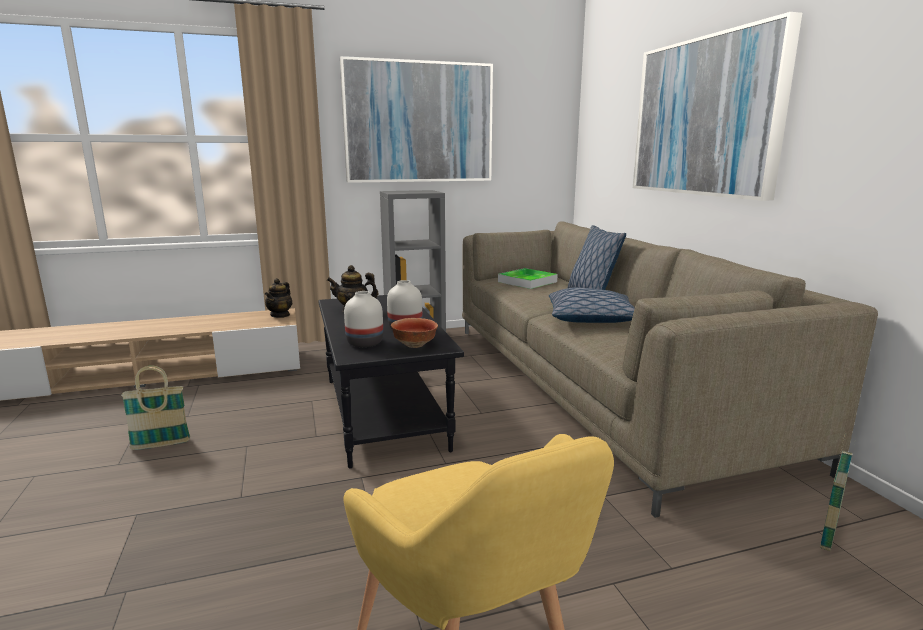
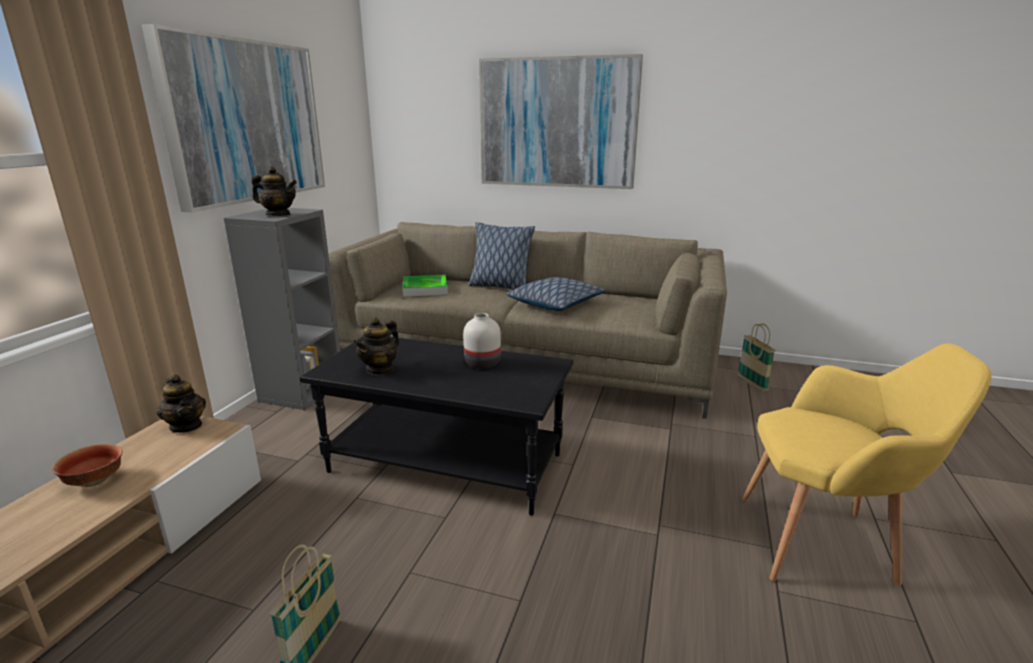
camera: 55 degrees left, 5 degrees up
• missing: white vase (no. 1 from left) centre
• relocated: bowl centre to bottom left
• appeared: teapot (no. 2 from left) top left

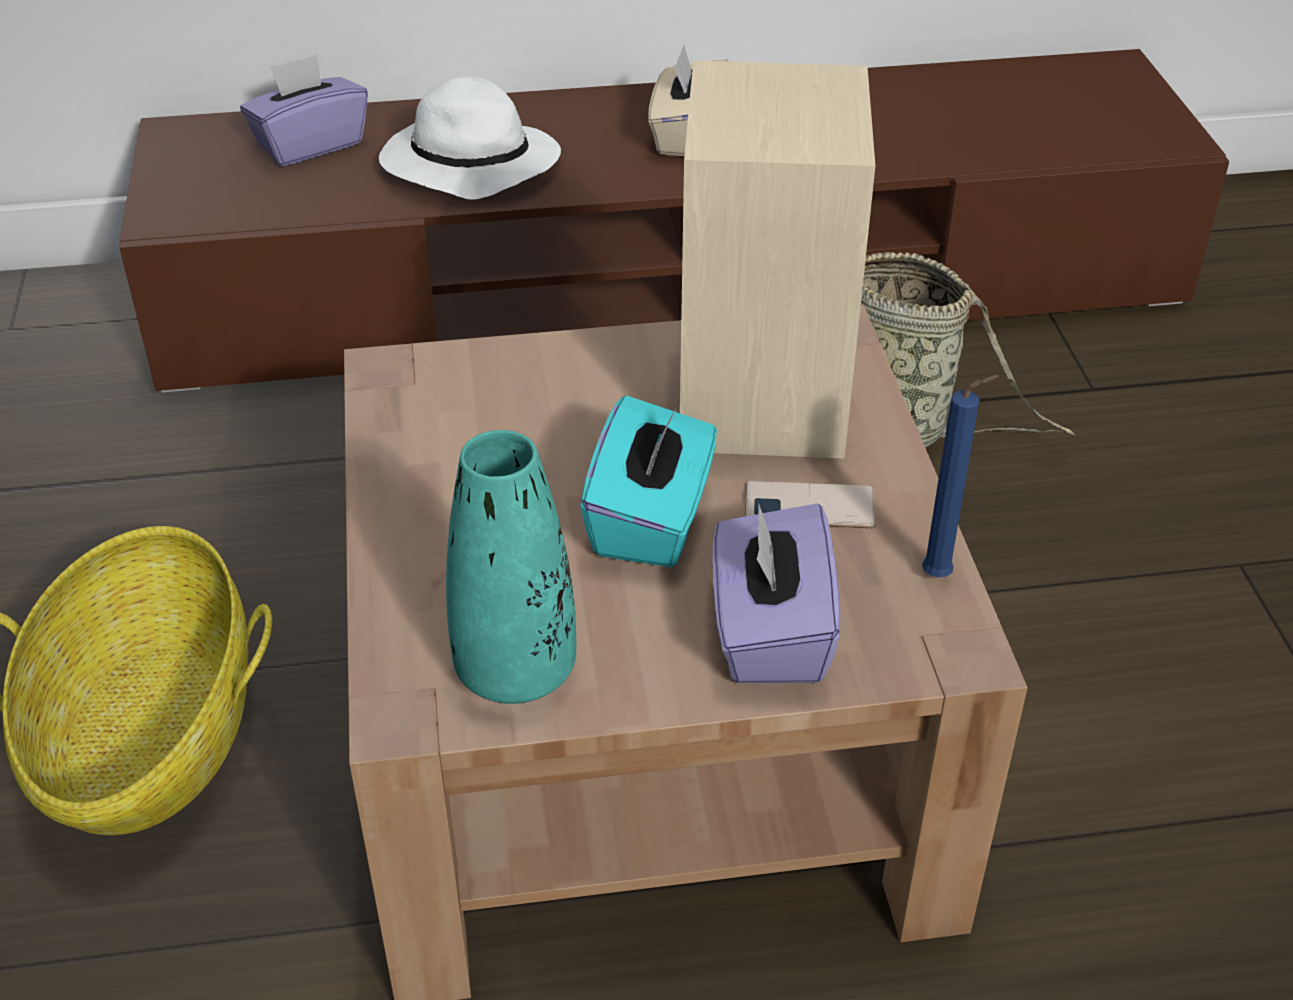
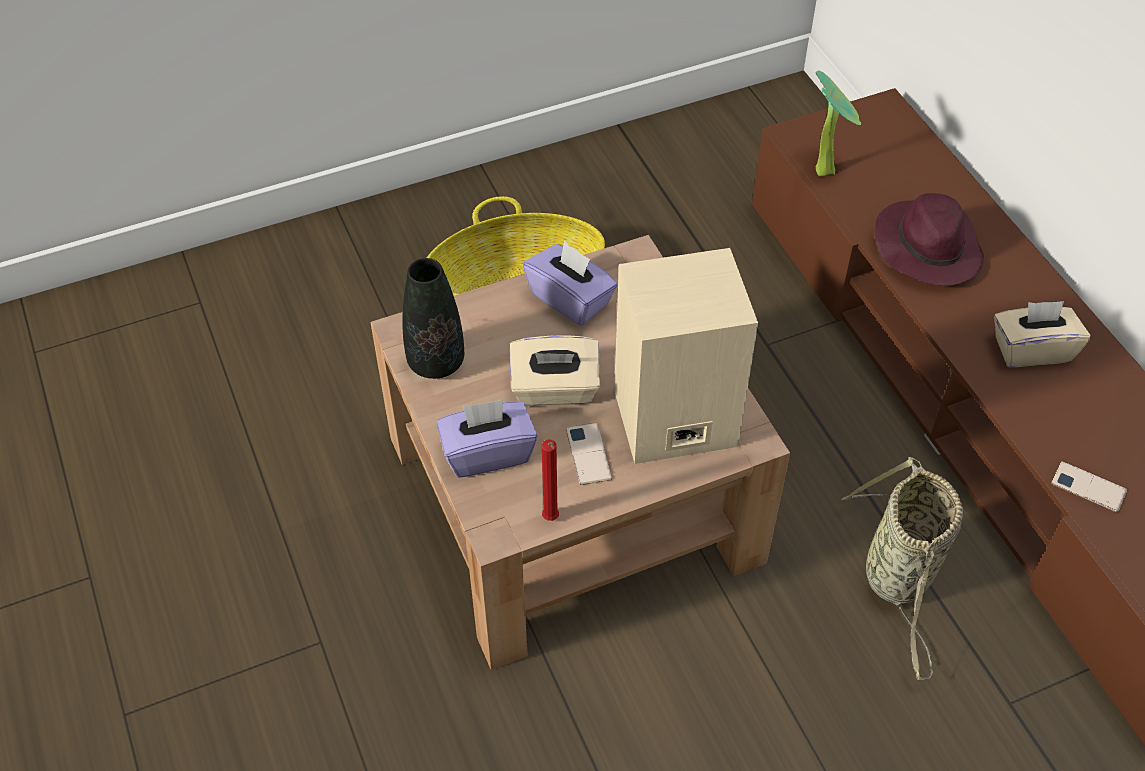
camera: 75 degrees right, 10 degrees up
• relocated: purple tissue box (no. 1 from left in the first image) top left to purple tissue box (no. 2 from left) centre
• colour: white hat top centre to purple hat top right
• colour: turquoise vase centre to black vase centre
• colour: turquoise tissue box centre to beige tissue box (no. 1 from left) centre
• colour: blue candle middle right to red candle centre
• appeared: potted plant top right
• appeared: phone (no. 2 from left) middle right

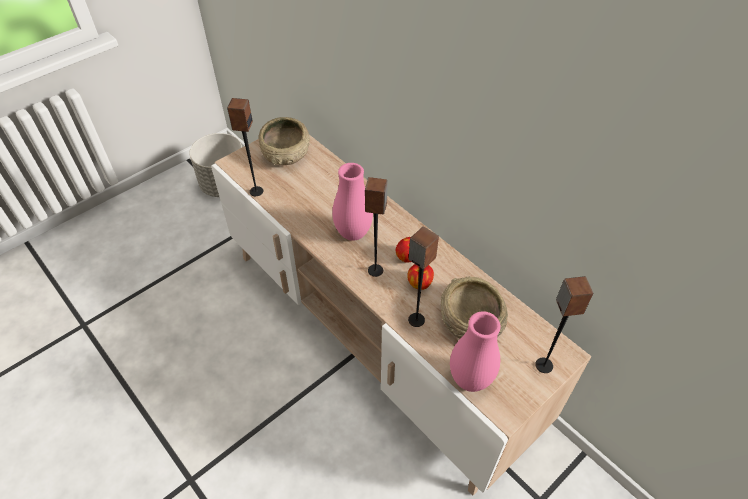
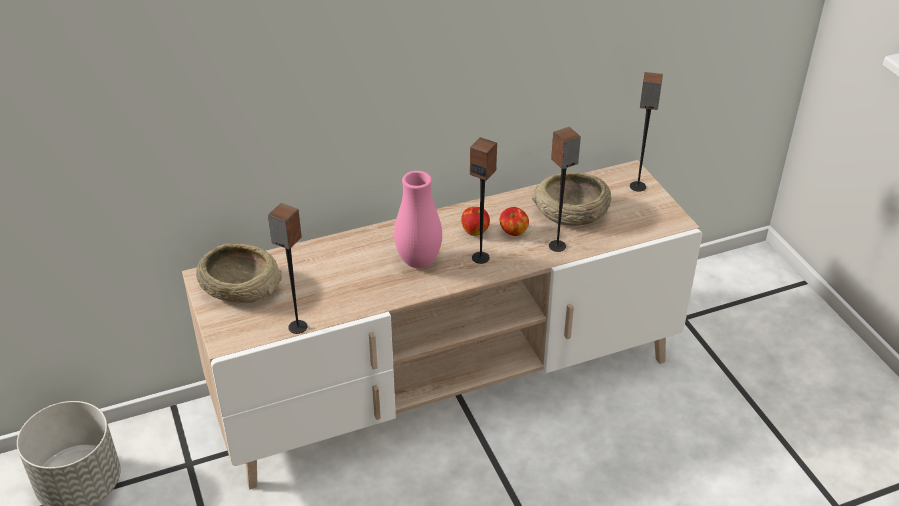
camera: 70 degrees left, 10 degrees down
• missing: pink vase (no. 2 from left) bottom centre

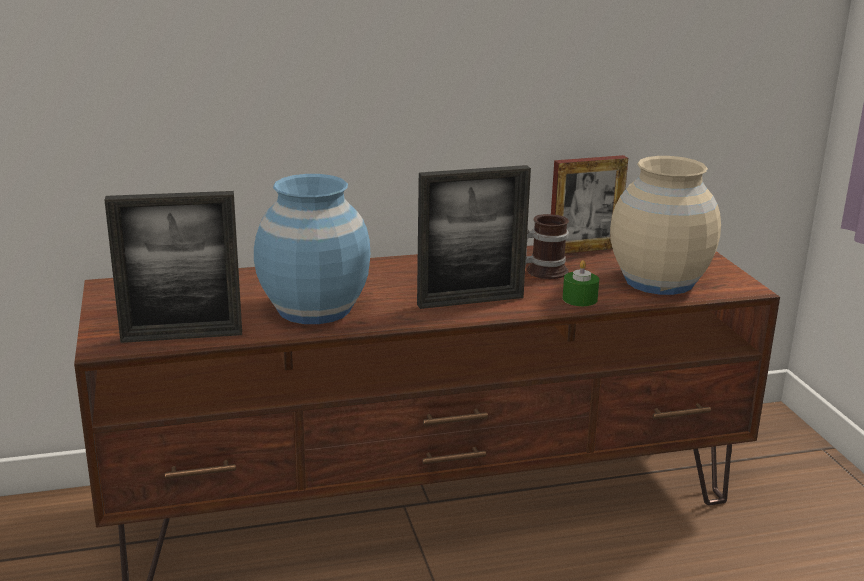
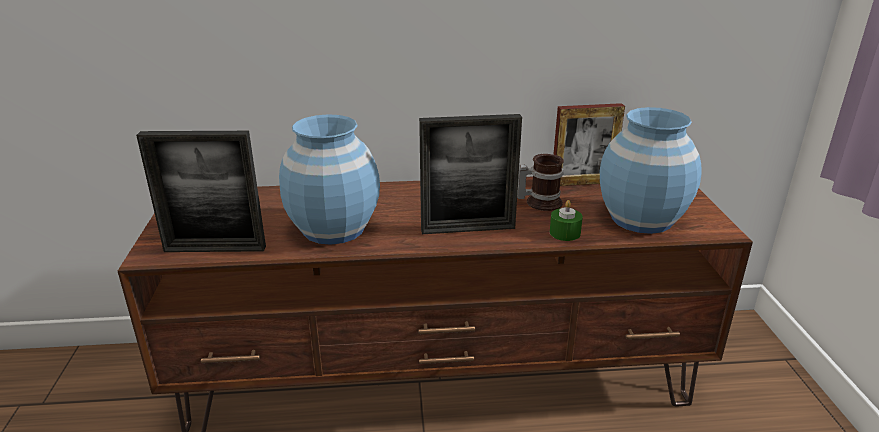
camera: 10 degrees right, 5 degrees up
• colour: beige vase middle right to blue vase (no. 2 from left) middle right

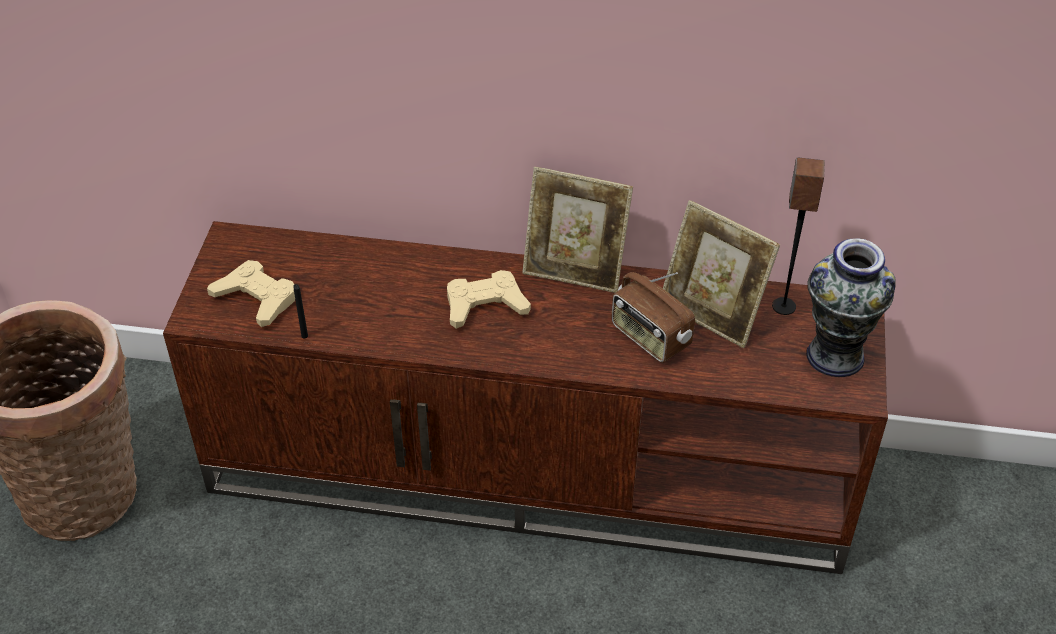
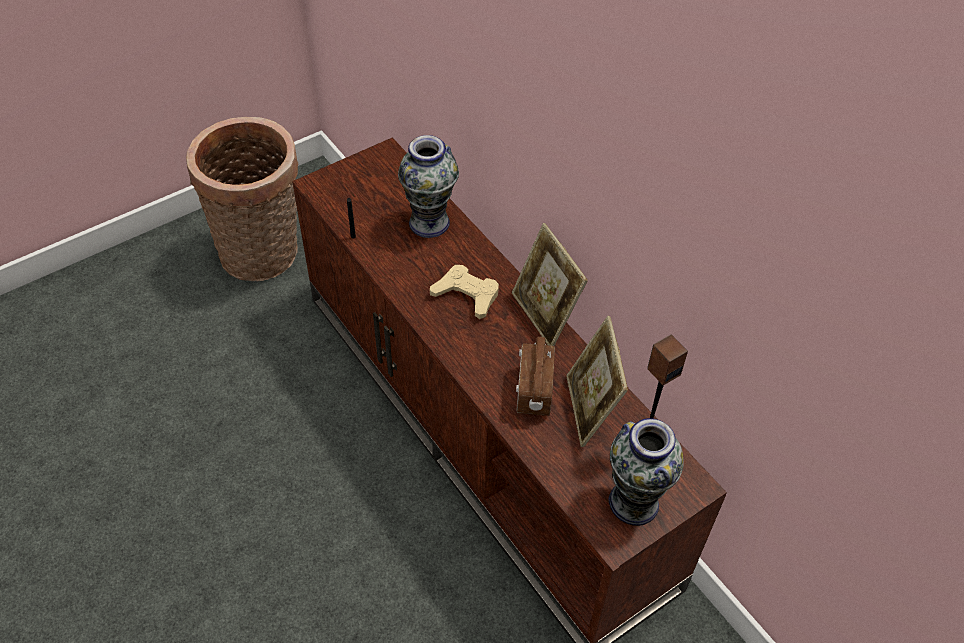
camera: 45 degrees right, 5 degrees up
• missing: beige game controller (no. 1 from left) middle left
• appeared: vase (no. 1 from left) top centre

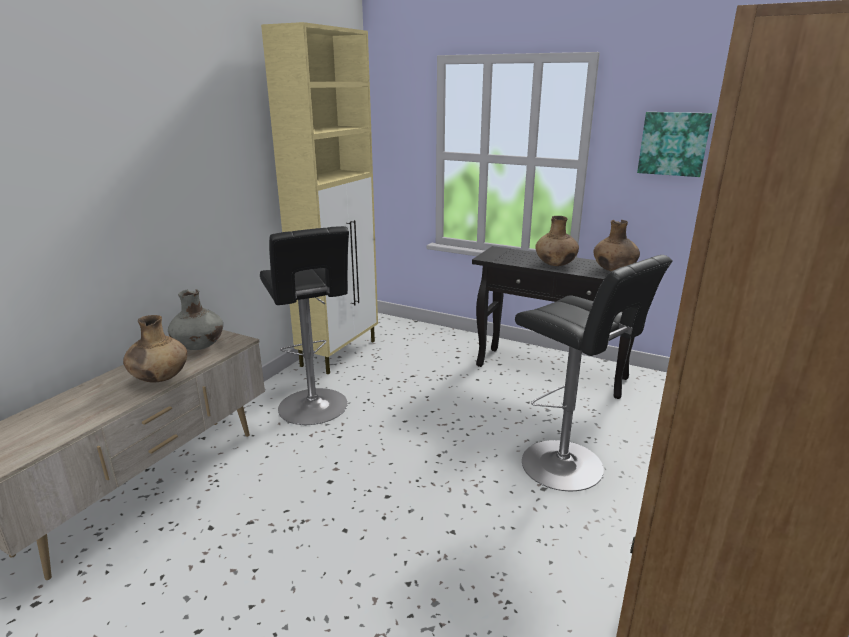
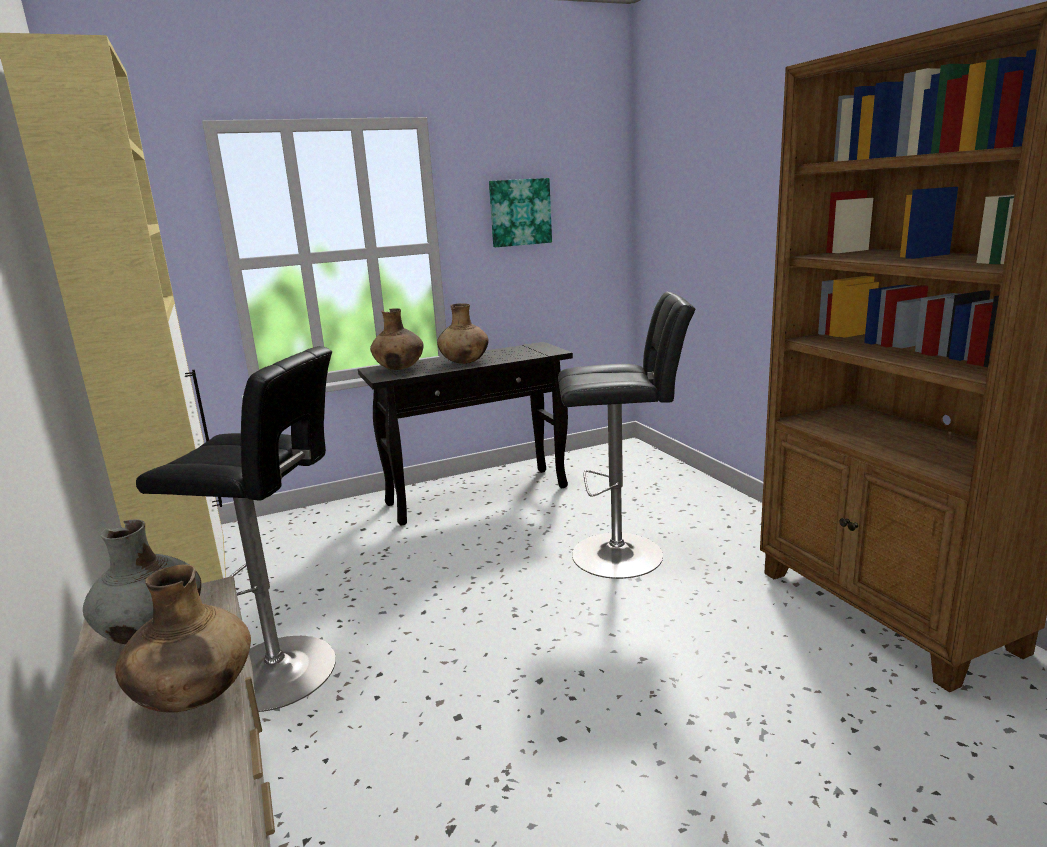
camera: 50 degrees left, 5 degrees down
• relocated: brown vase (no. 3 from left in the first image) middle right to brown vase (no. 2 from left) centre

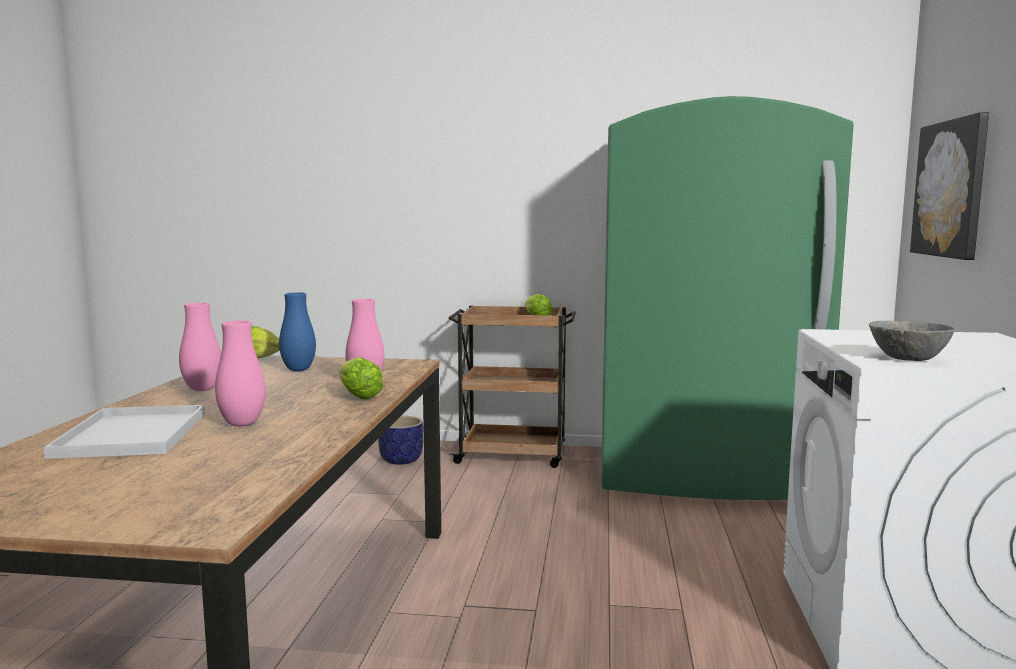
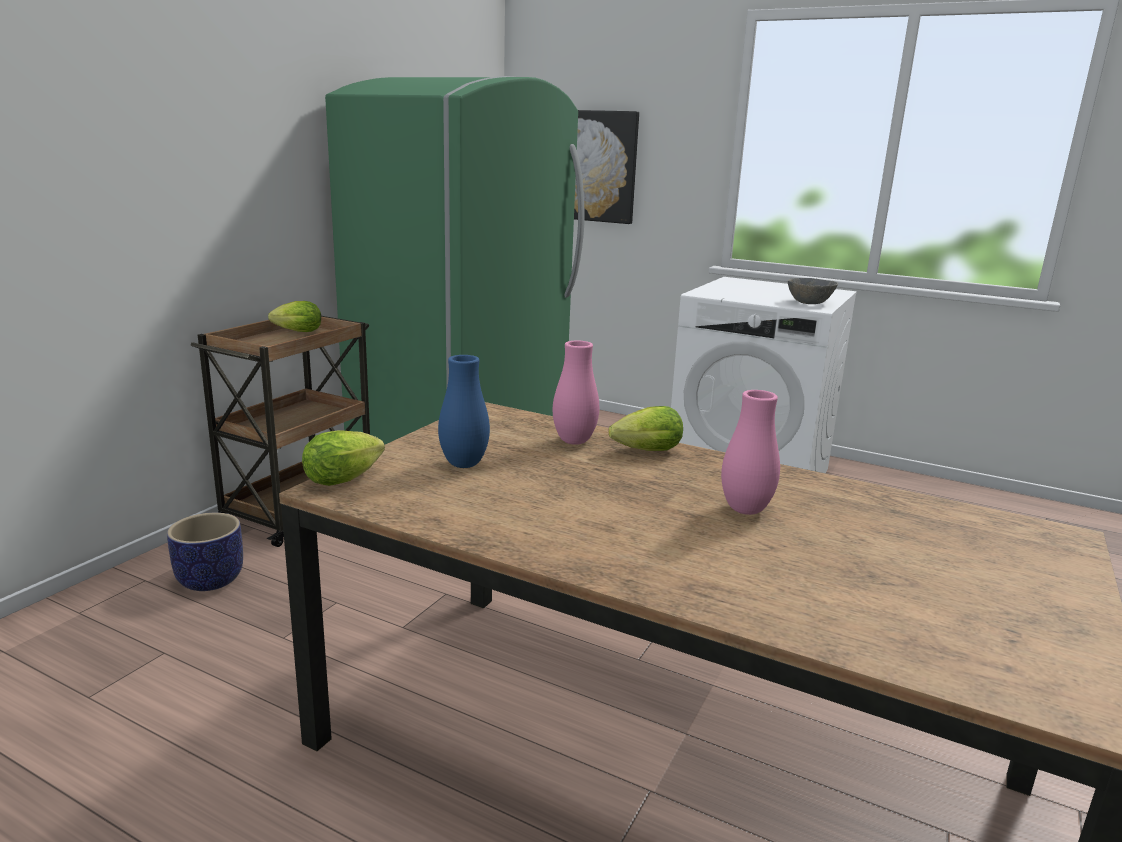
camera: 70 degrees left, 10 degrees up
• missing: white tray middle left
• missing: pink vase (no. 1 from left) middle left

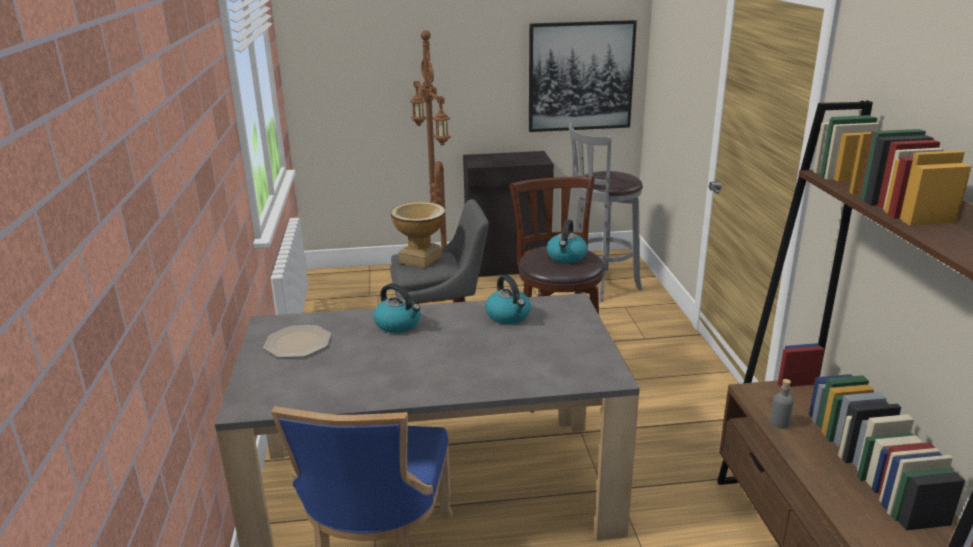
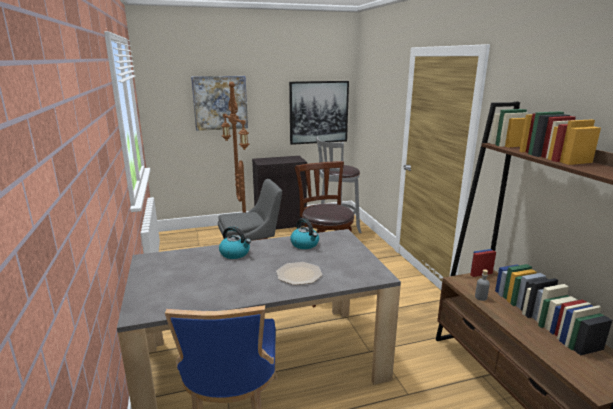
camera: 10 degrees left, 5 degrees down
• relocated: plate middle left to bottom centre
• missing: vase centre
• missing: kettle (no. 3 from left) centre
• appeared: picture (no. 1 from left) top centre

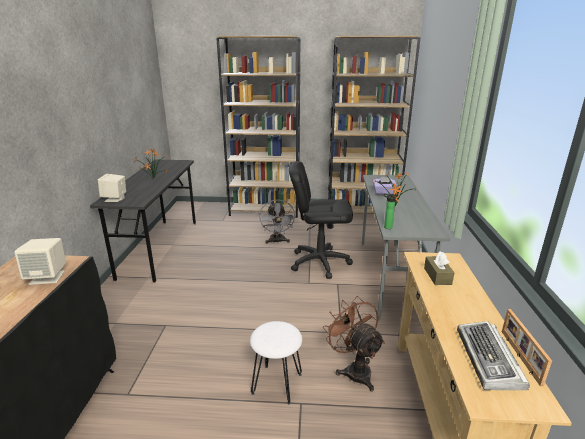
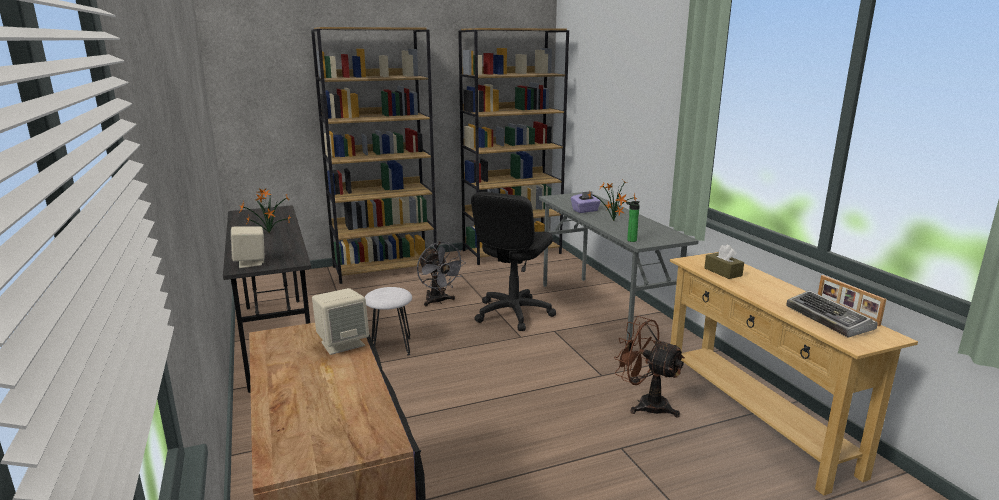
camera: 25 degrees left, 5 degrees down
• relocated: white stool bottom centre to centre
• spun: black office chair centre = centre 45 degrees counterclockwise

